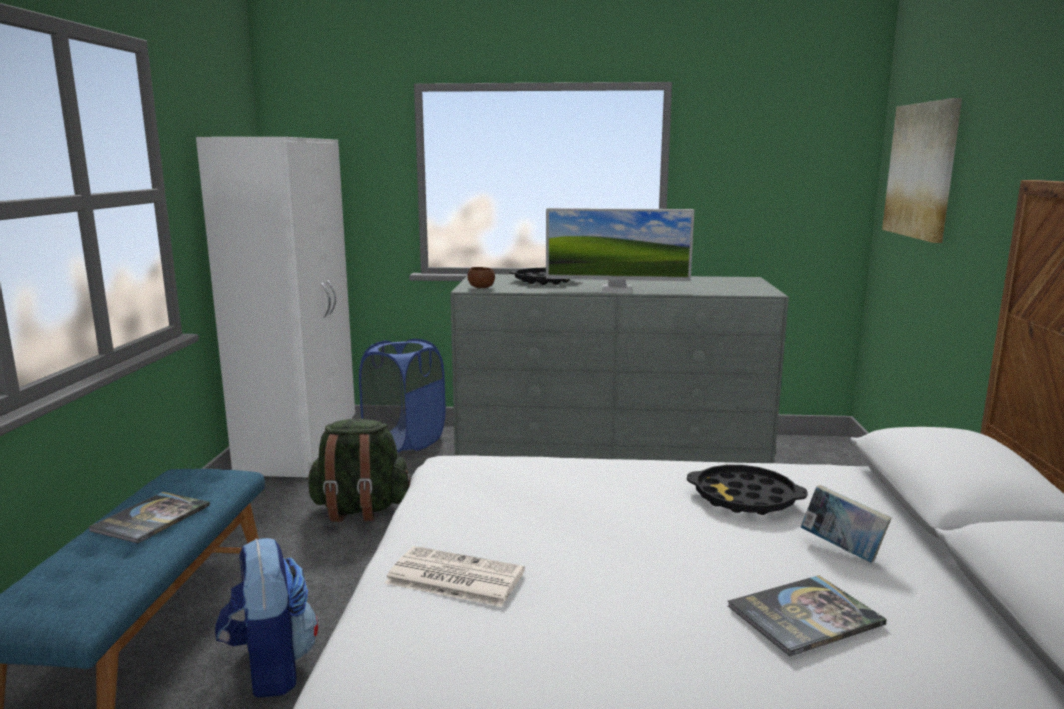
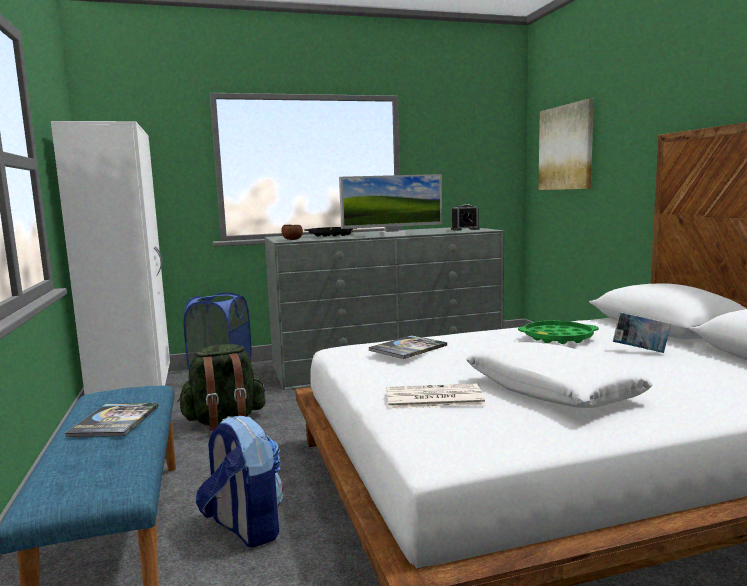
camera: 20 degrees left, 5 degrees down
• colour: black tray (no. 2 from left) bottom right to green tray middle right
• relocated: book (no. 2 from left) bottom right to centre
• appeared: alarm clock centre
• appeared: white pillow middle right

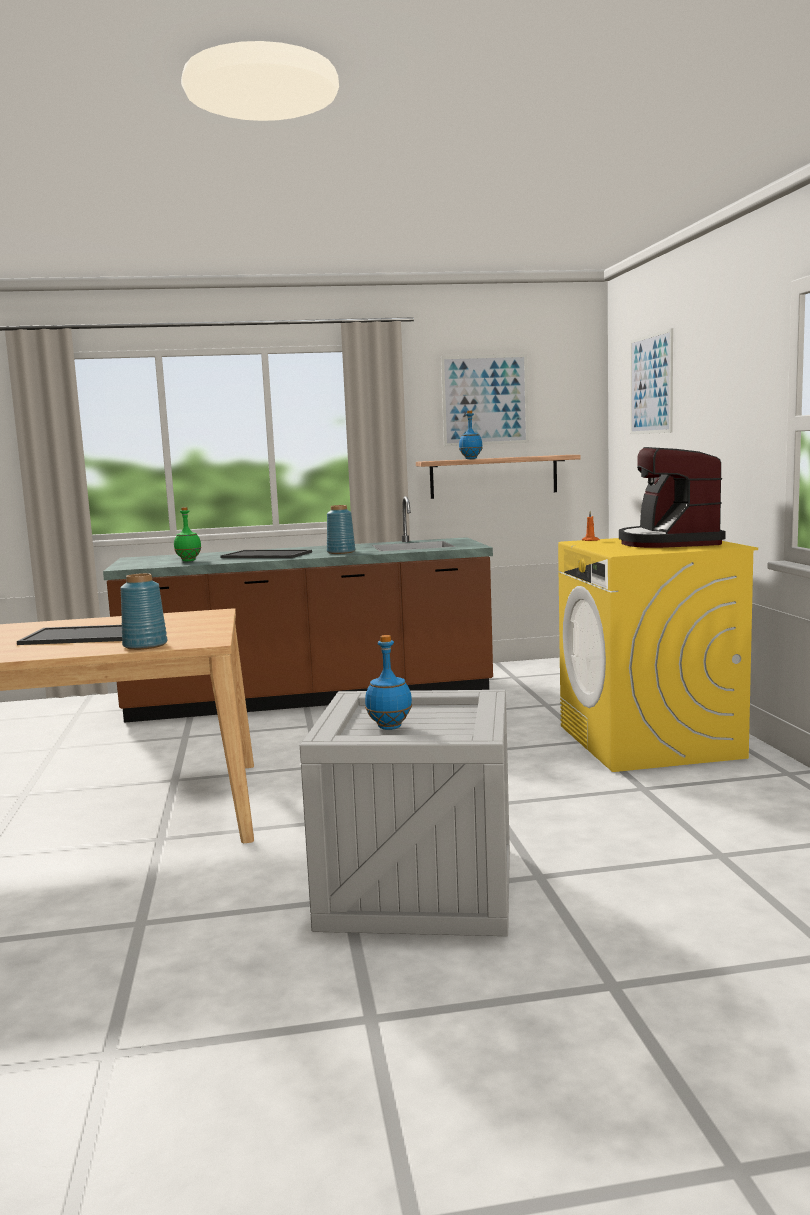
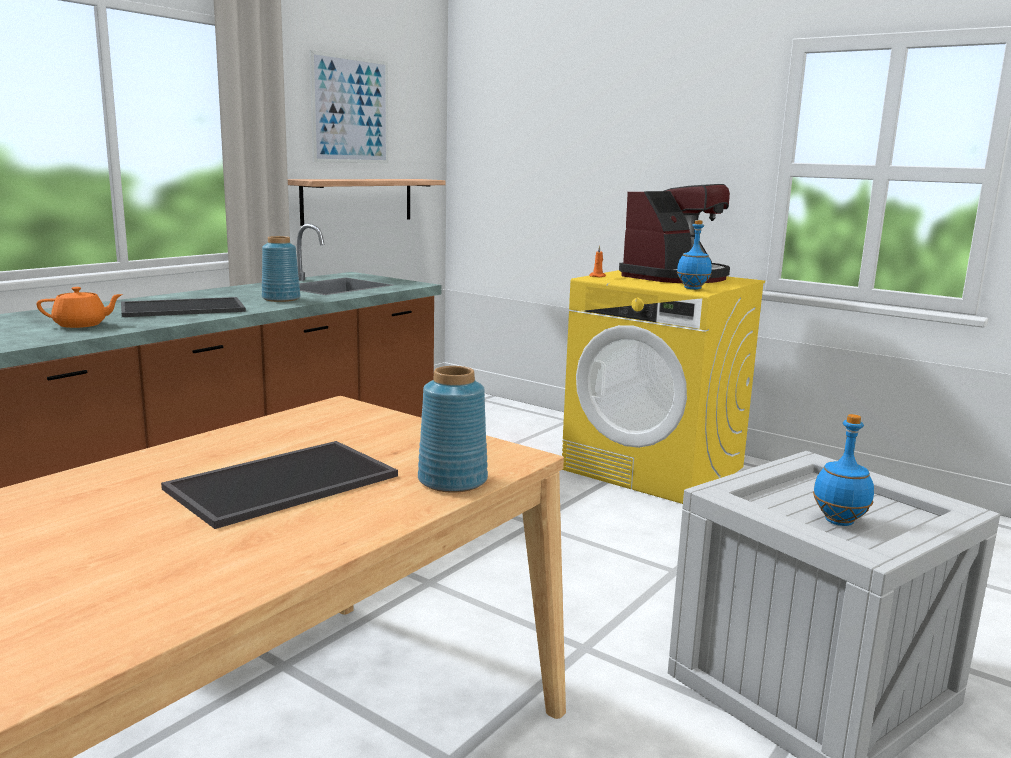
camera: 45 degrees left, 5 degrees up
• exchanged: green bottle middle left to orange teapot middle left
• relocated: blue bottle (no. 2 from left in the first image) centre to blue bottle (no. 1 from left) middle right
• spun: coffee machine middle right = top right 90 degrees counterclockwise
• missing: picture (no. 2 from left) top right

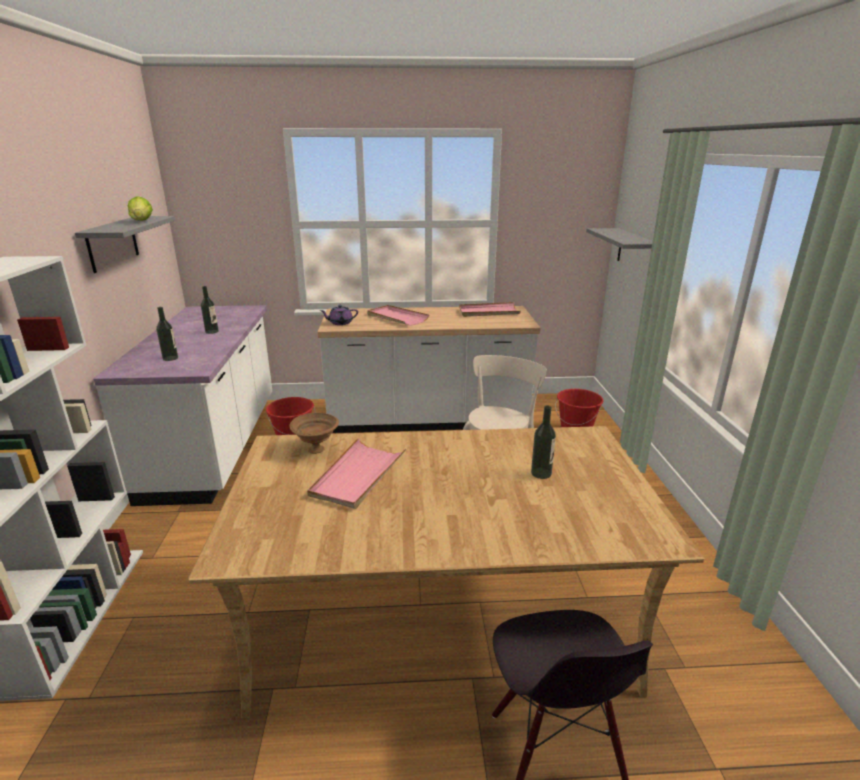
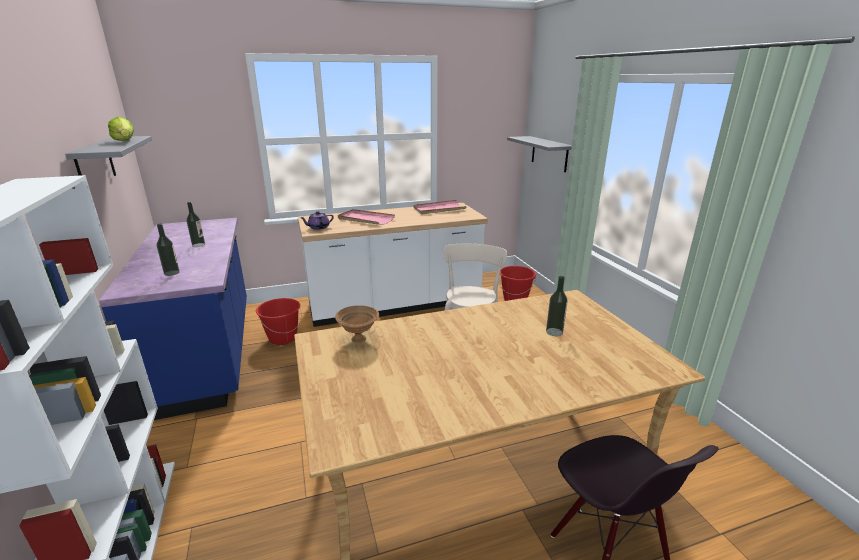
camera: 15 degrees left, 0 degrees up
• colour: white counter (no. 1 from left) middle left to blue counter middle left
• missing: pink tray (no. 1 from left) centre

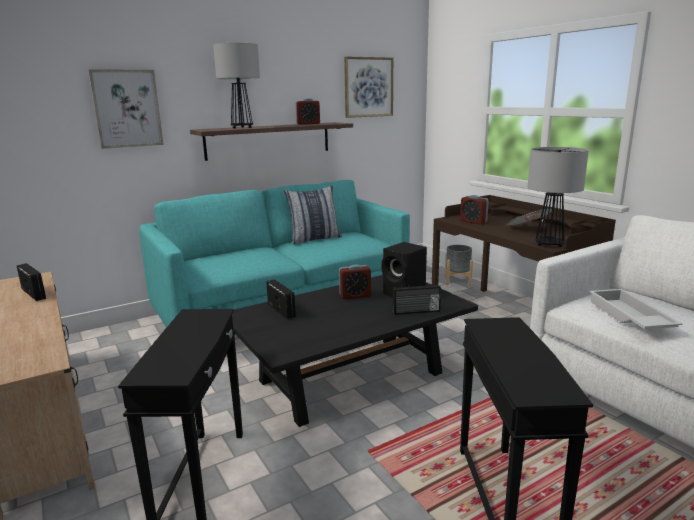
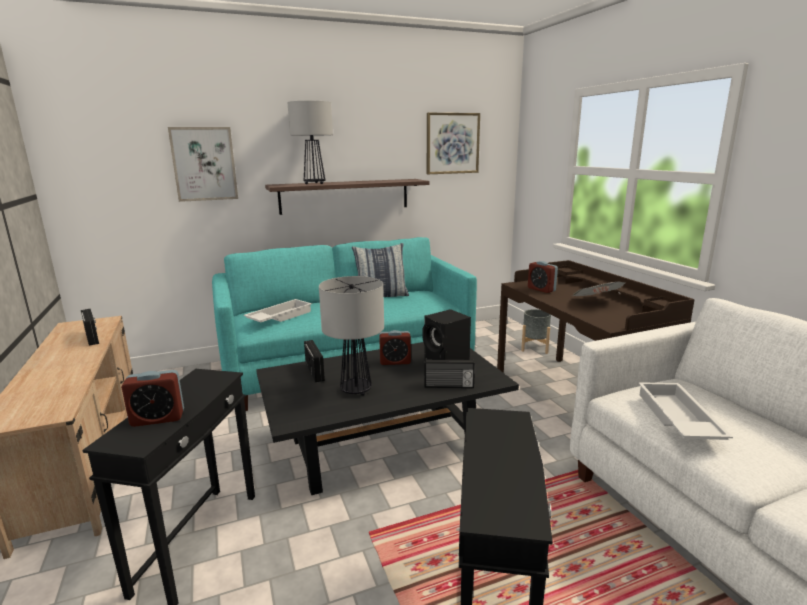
camera: 10 degrees right, 0 degrees up
• relocated: alarm clock (no. 1 from left) top centre to middle left
• relocated: table lamp (no. 2 from left) middle right to centre
• appeared: white tray (no. 1 from left) centre

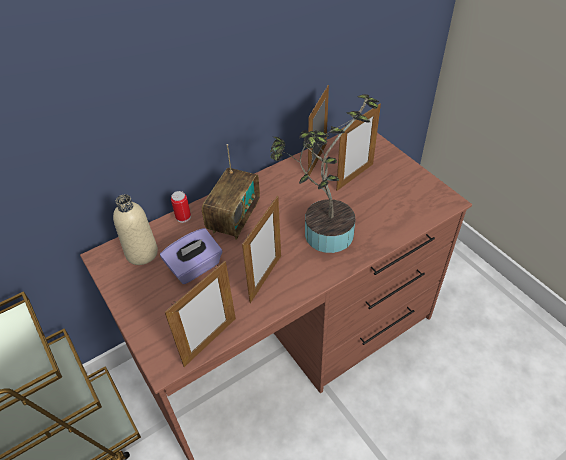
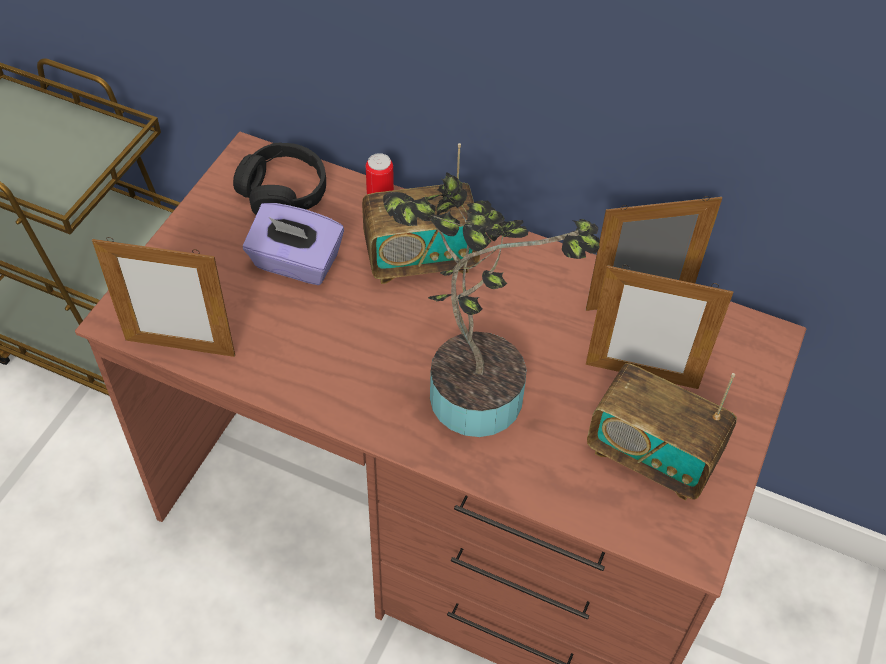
camera: 55 degrees right, 5 degrees up
• exchanged: beige bottle middle left to black headphones top left
• missing: picture frame (no. 2 from left) centre
• appeared: radio (no. 2 from left) middle right

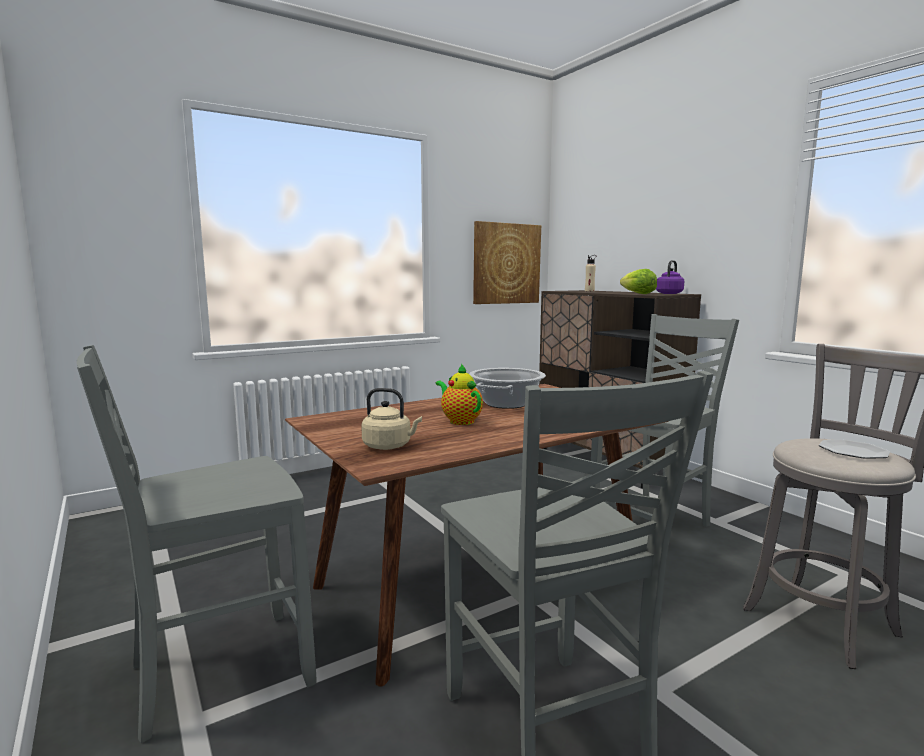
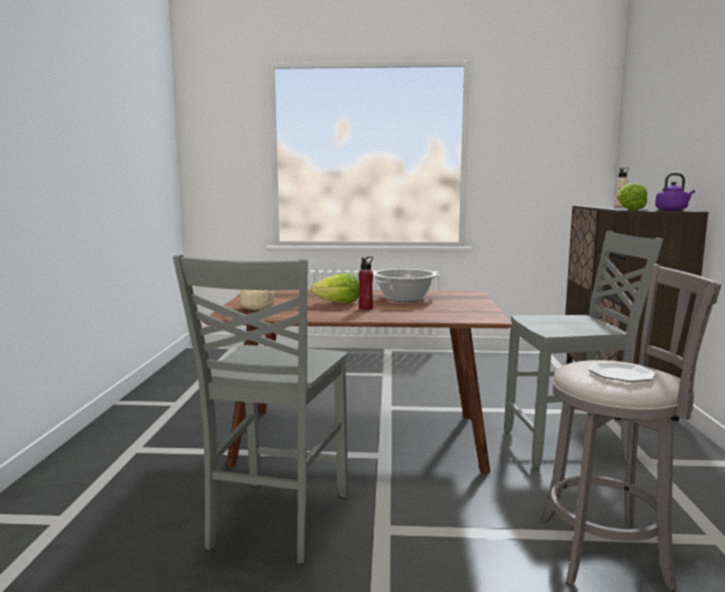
camera: 35 degrees right, 0 degrees up
• missing: grey chair (no. 1 from left) bottom left
• exchanged: teapot centre to lettuce (no. 1 from left) centre
• missing: picture centre
• appeared: red bottle centre

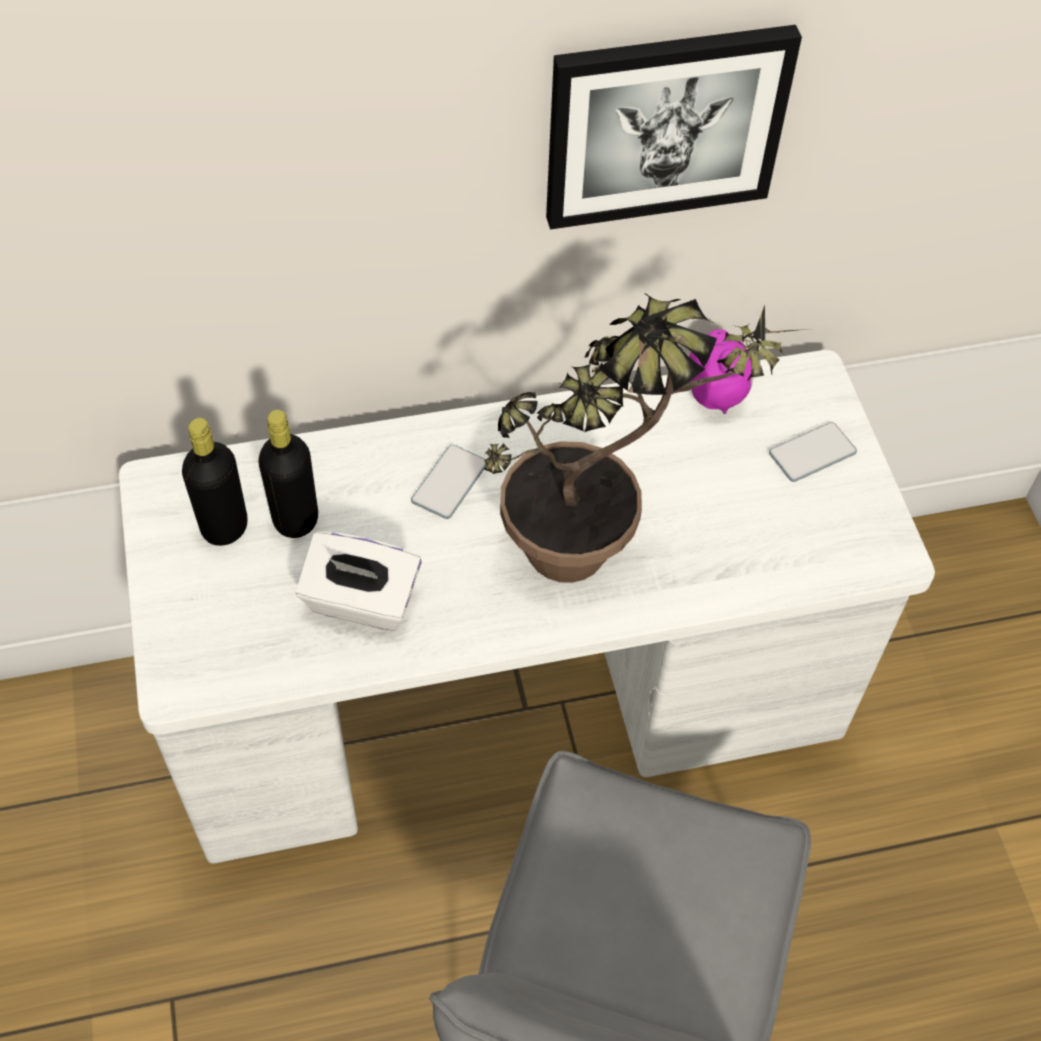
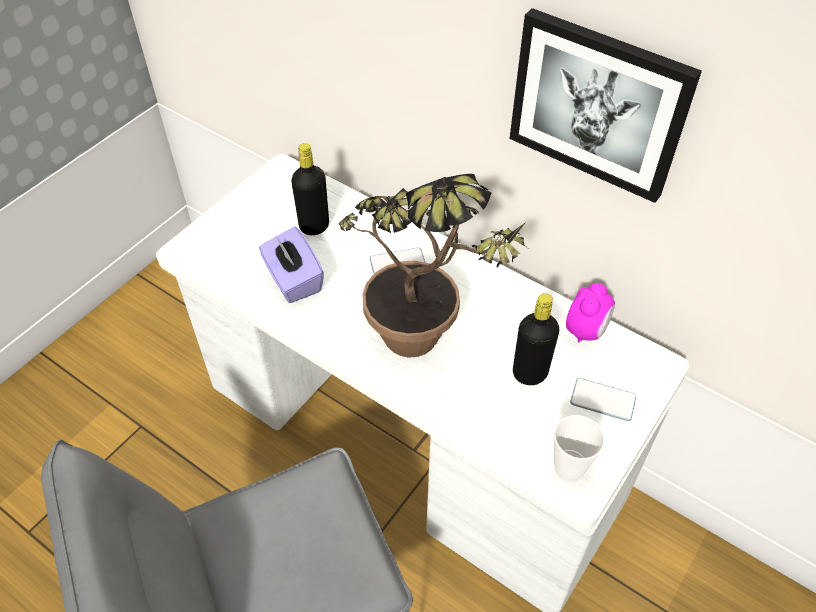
camera: 50 degrees right, 5 degrees down
• relocated: black bottle (no. 1 from left in the first image) middle left to black bottle (no. 2 from left) centre
• colour: white tissue box centre to purple tissue box centre
• appeared: cup bottom right

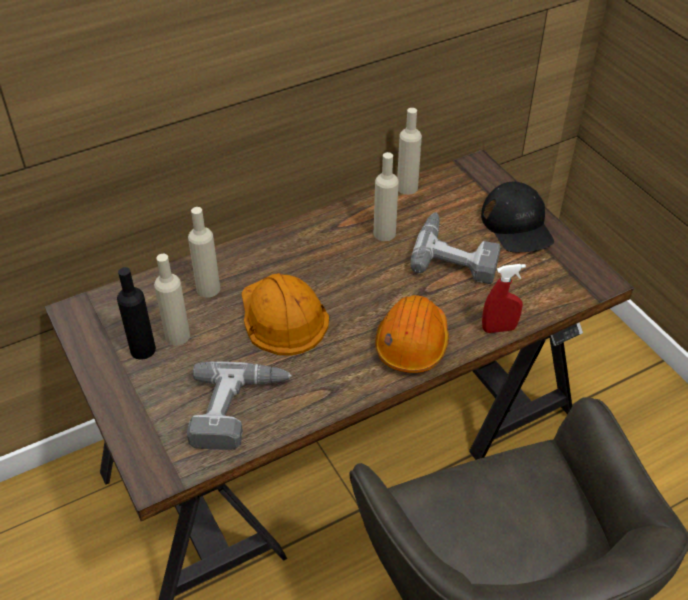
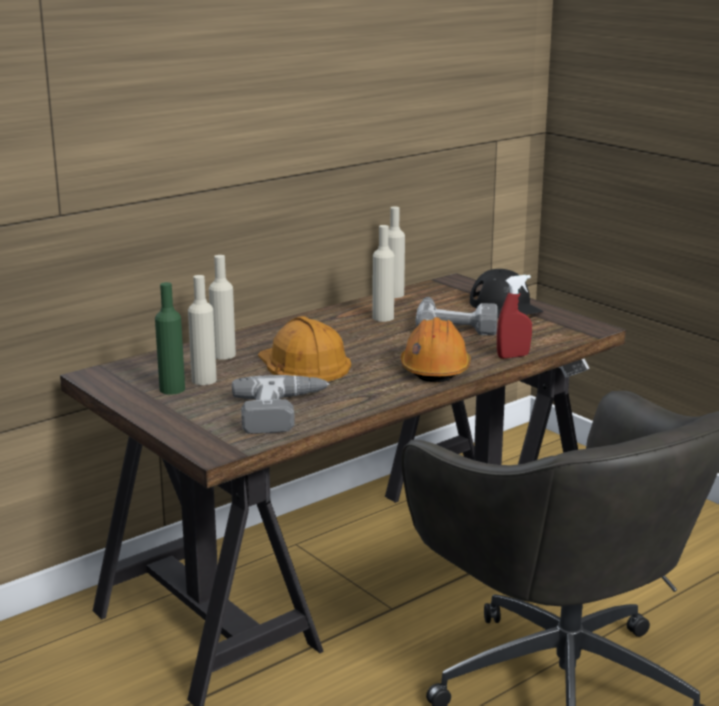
camera: 10 degrees left, 25 degrees down
• colour: black bottle middle left to green bottle middle left

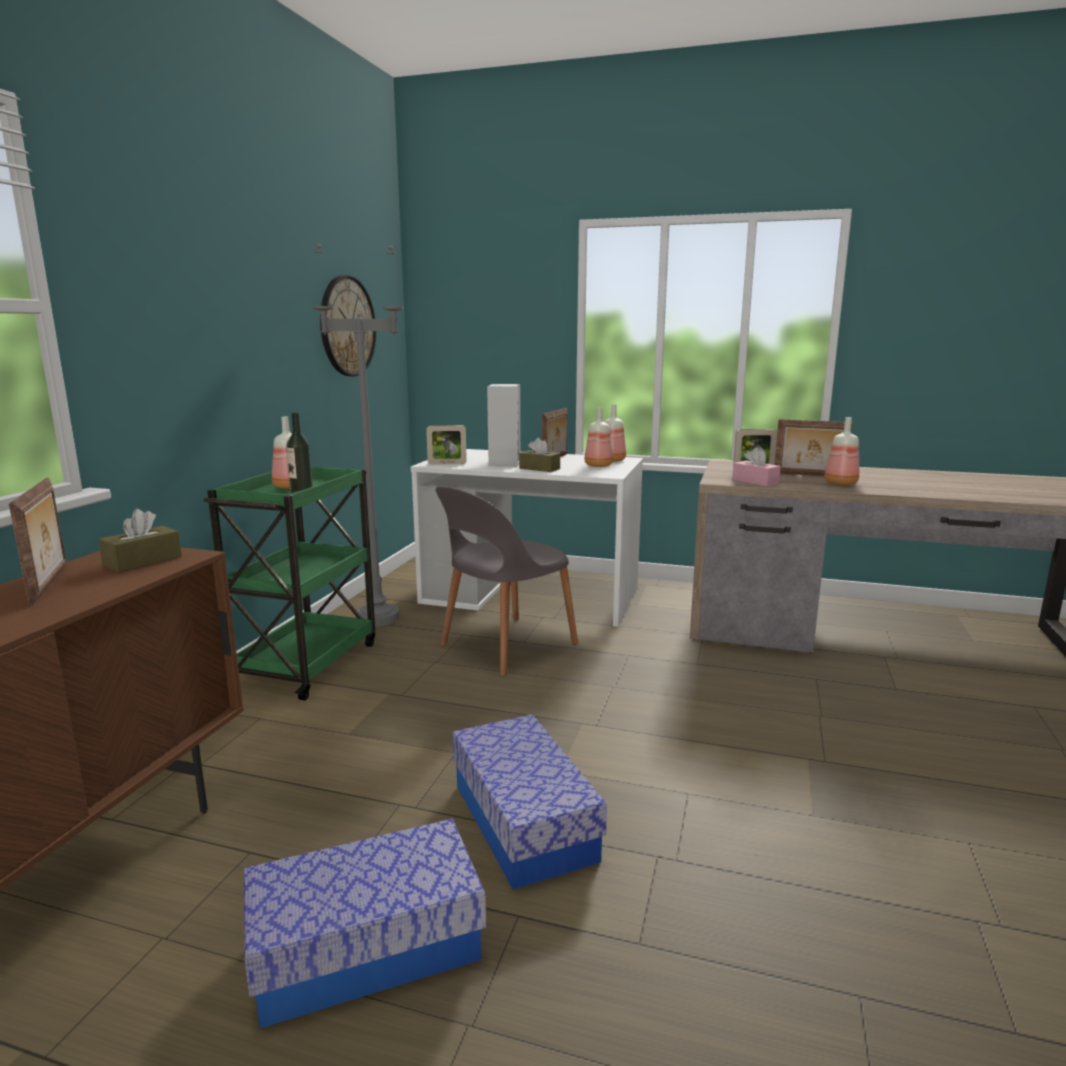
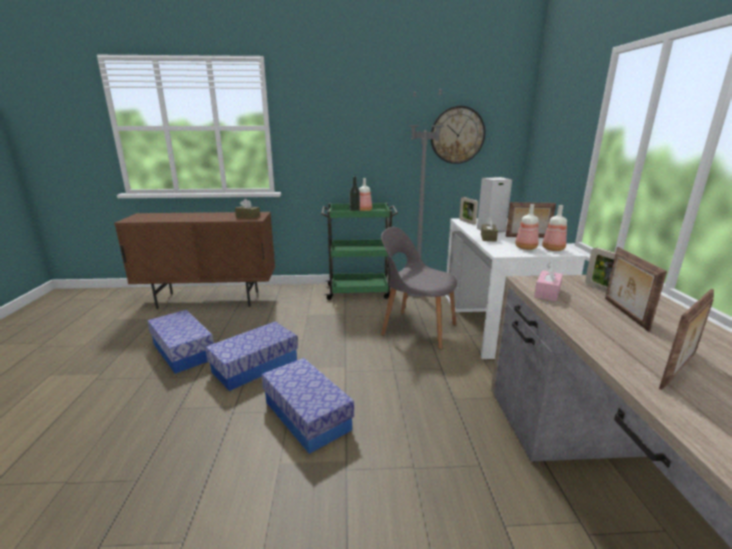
camera: 70 degrees right, 5 degrees up
• relocated: picture frame (no. 1 from left in the first image) middle left to picture frame (no. 5 from left) middle right
• missing: bottle (no. 5 from left) middle right
• appeared: storage box (no. 3 from left) bottom centre

